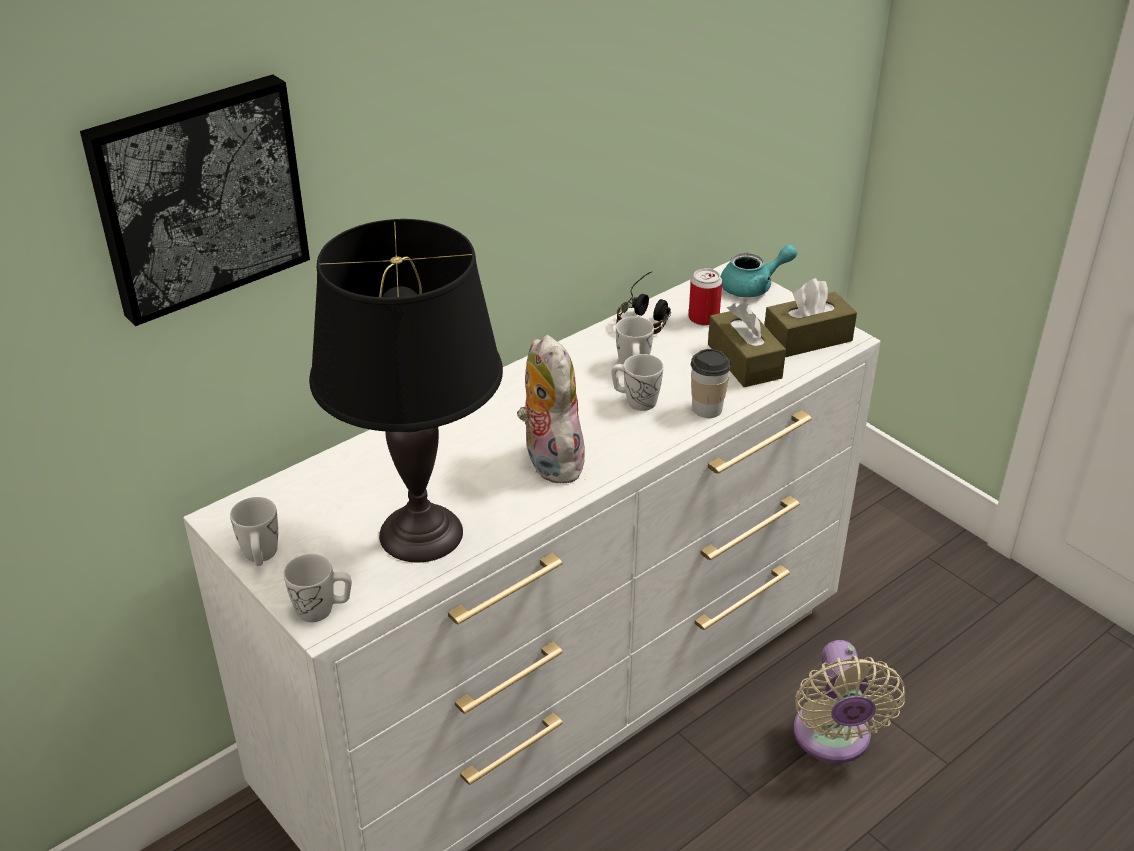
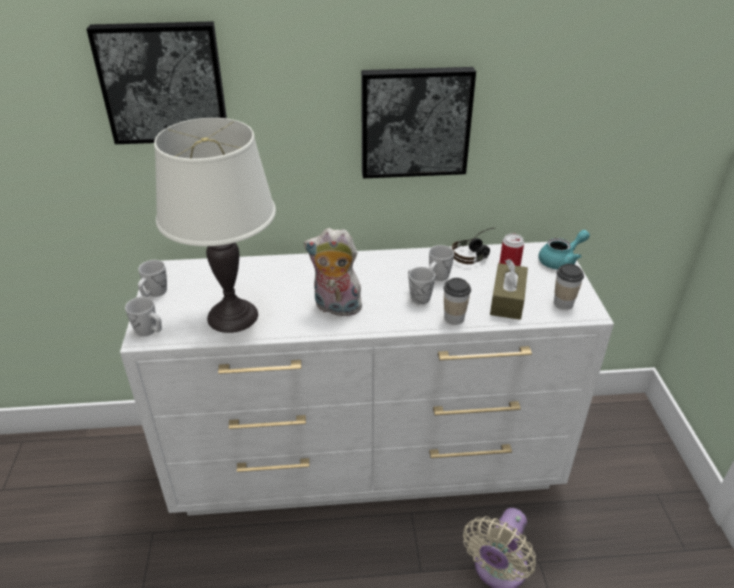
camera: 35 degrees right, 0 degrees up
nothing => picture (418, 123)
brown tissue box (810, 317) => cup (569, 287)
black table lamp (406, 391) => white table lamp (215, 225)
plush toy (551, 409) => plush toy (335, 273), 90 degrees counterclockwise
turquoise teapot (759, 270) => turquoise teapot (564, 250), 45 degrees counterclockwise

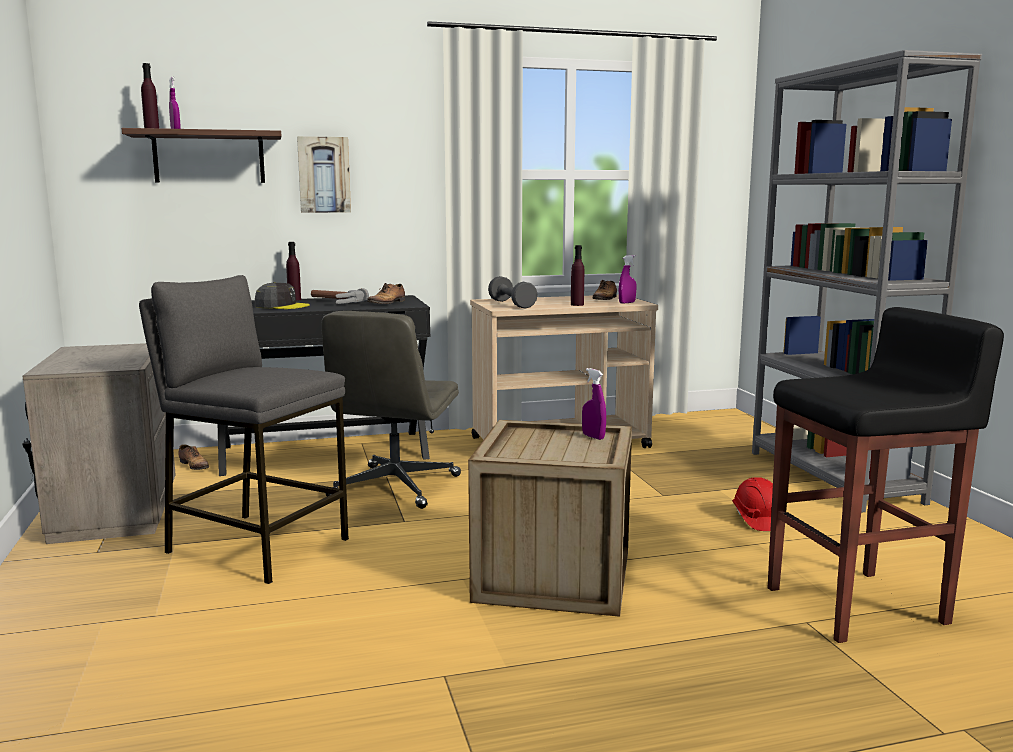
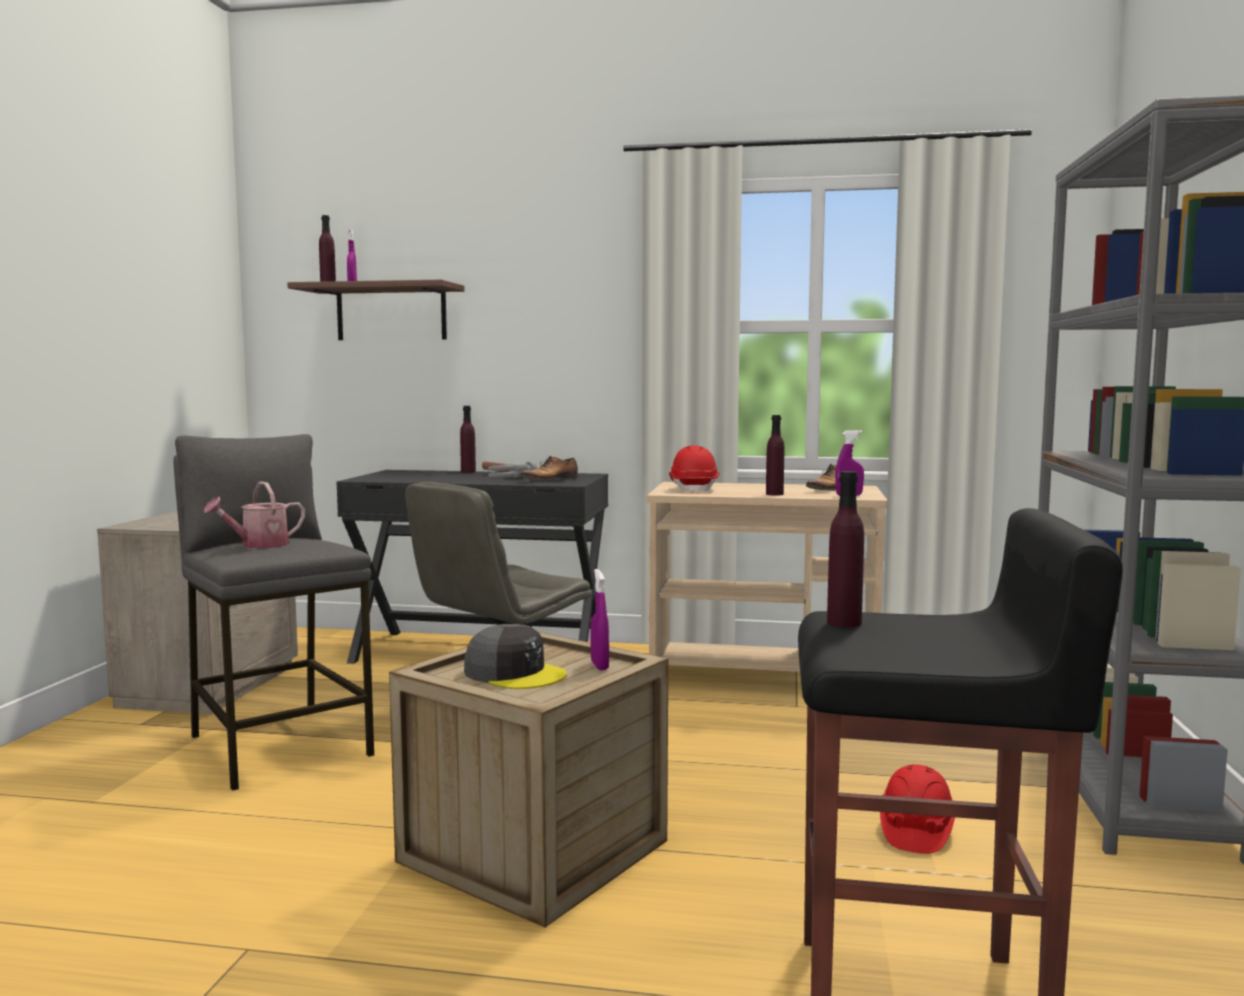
camera: 25 degrees right, 5 degrees down
shoe (194, 457) => nothing
picture (324, 174) => nothing
nothing => watering can (254, 515)
nothing => purple bottle (845, 549)
grey cap (282, 295) => grey cap (515, 656), relocated
grey dumbbell (513, 292) => red hard hat (694, 469)

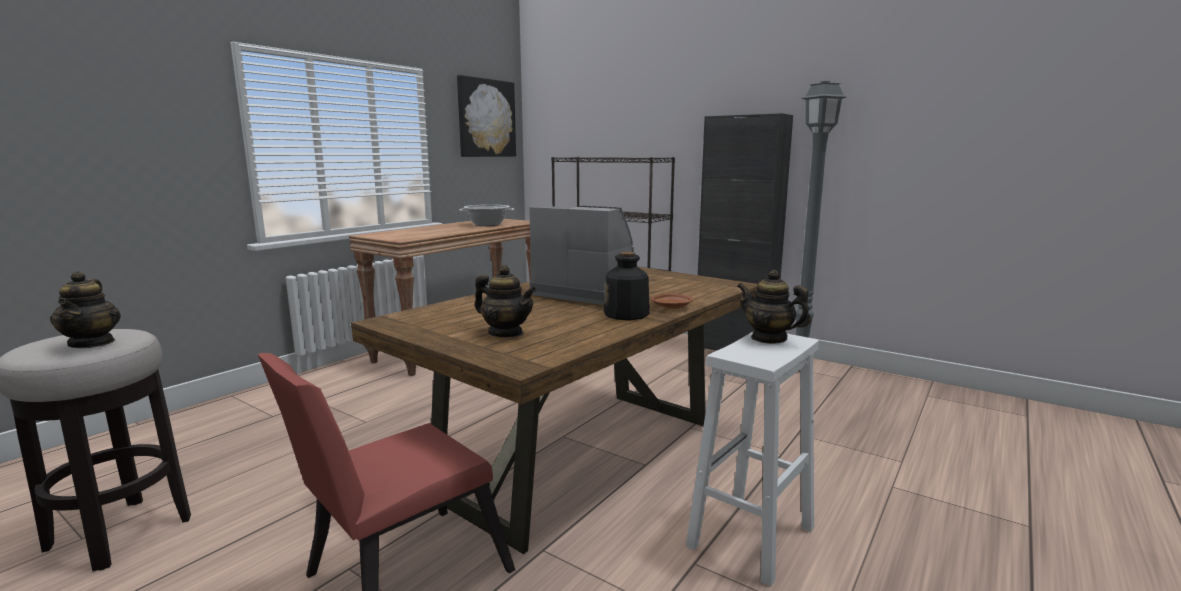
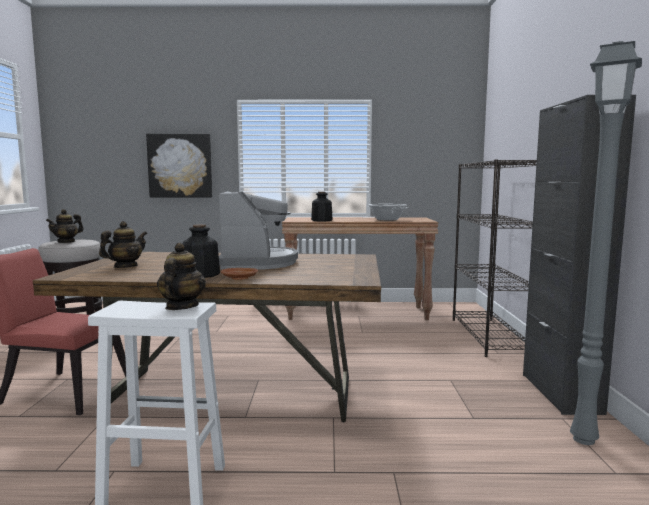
camera: 55 degrees right, 5 degrees down
nothing => bottle (322, 206)
picture (486, 116) => picture (179, 166), relocated
teapot (505, 301) => teapot (123, 244), 135 degrees counterclockwise

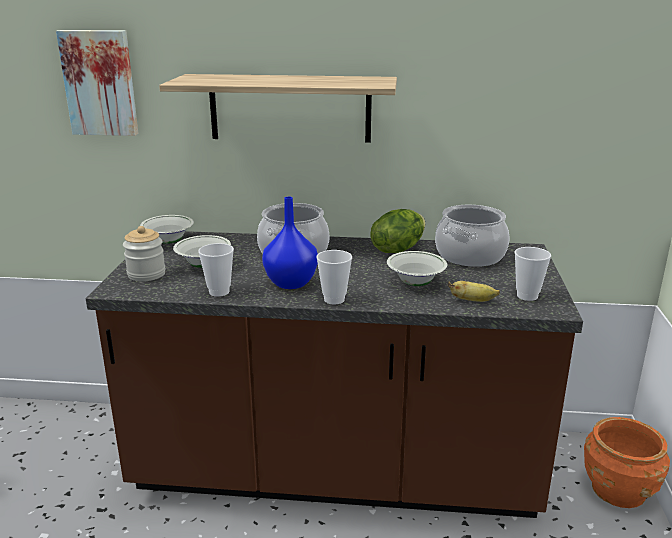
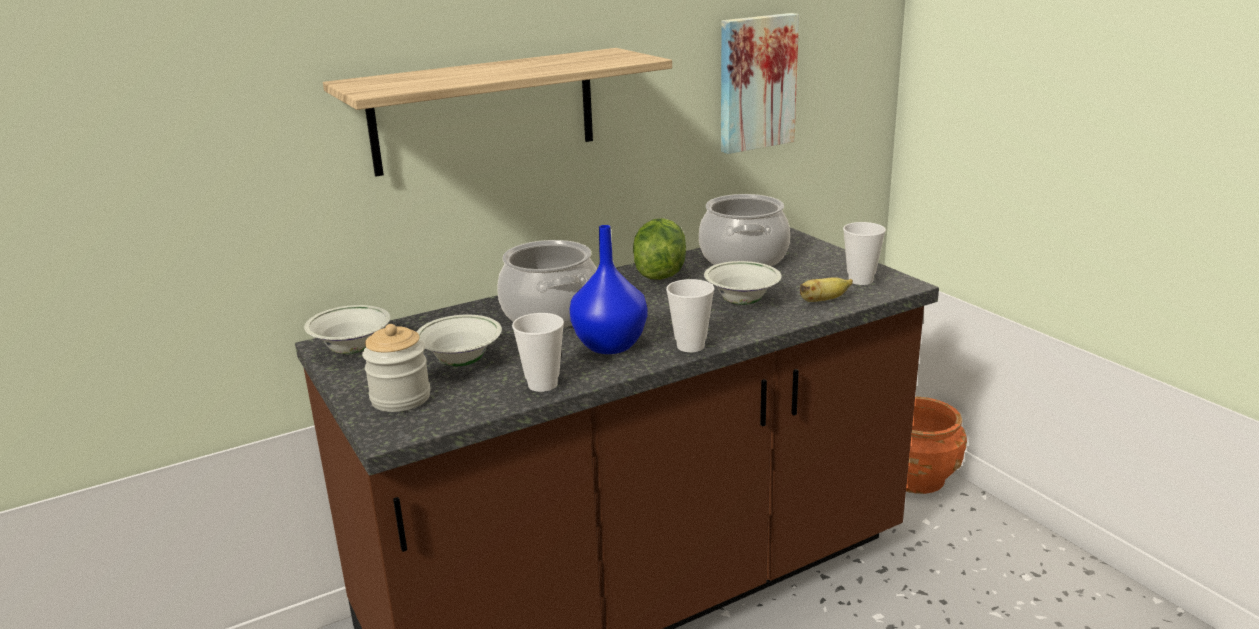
camera: 35 degrees left, 0 degrees up
picture (97, 83) => picture (760, 83), relocated

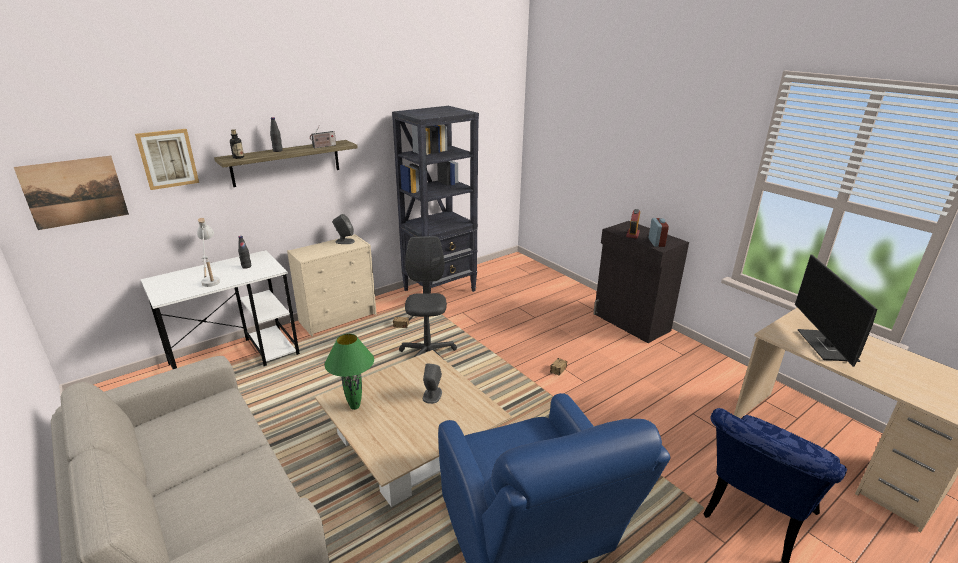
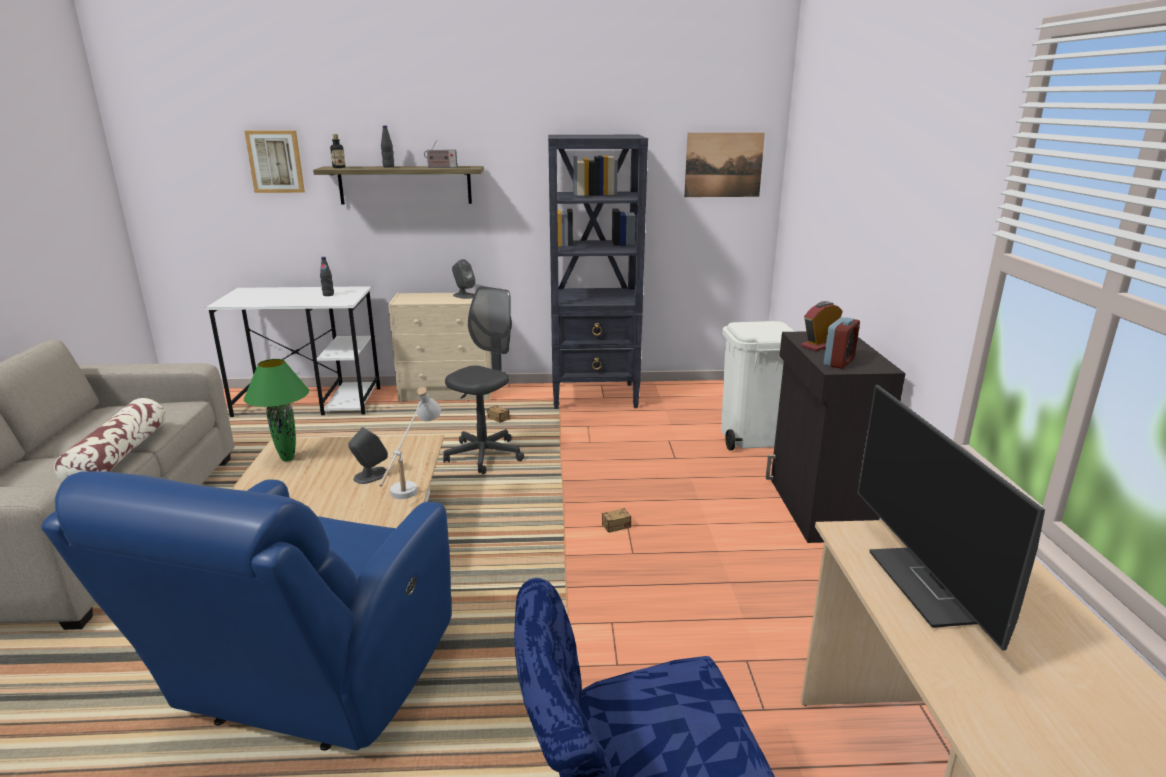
camera: 35 degrees right, 5 degrees down
nothing => pillow (110, 440)
nothing => white trash can (758, 385)
picture (71, 193) => picture (724, 165), relocated
white table lamp (208, 252) => white table lamp (410, 443), relocated
monitor (836, 310) => monitor (951, 518), 45 degrees counterclockwise

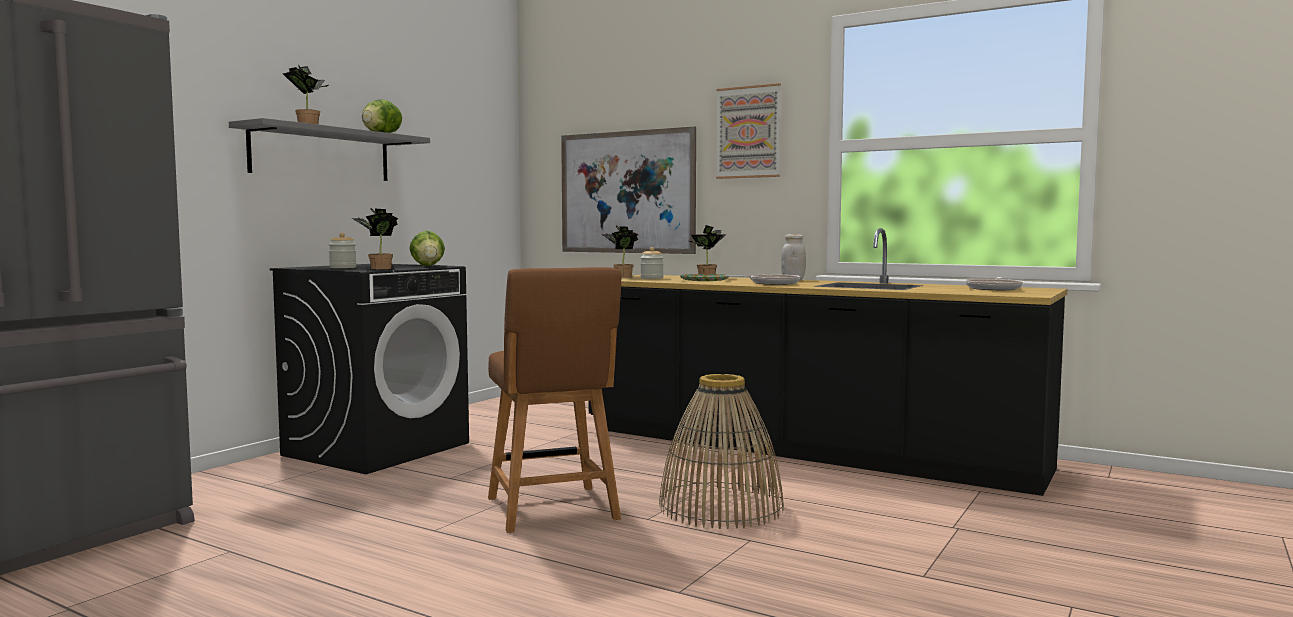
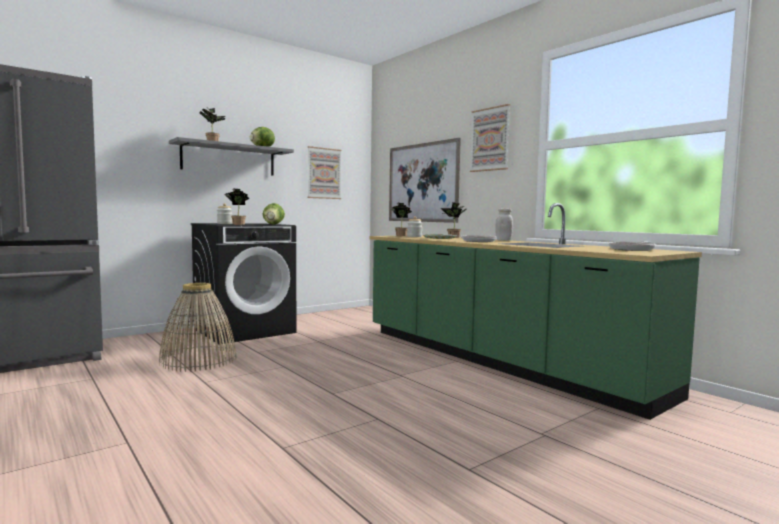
camera: 20 degrees right, 0 degrees up
brown chair (554, 400) => nothing
nothing => picture (325, 172)
basket (721, 451) => basket (197, 327), relocated
black counter (828, 362) => green counter (535, 311)

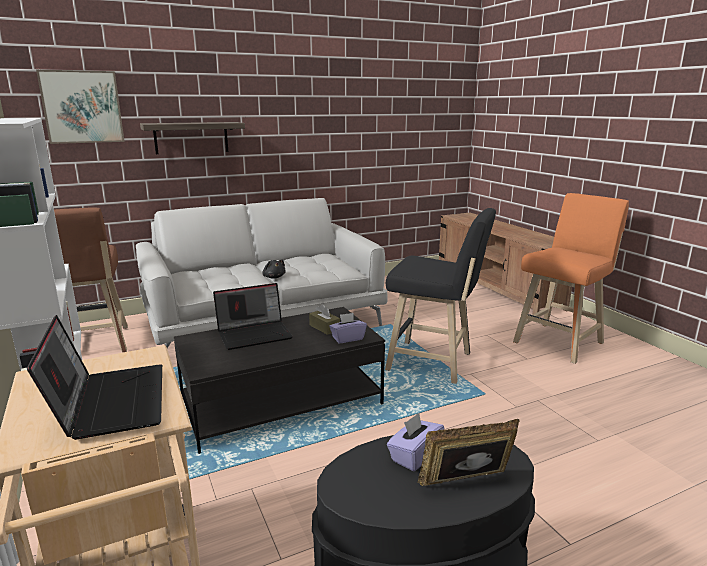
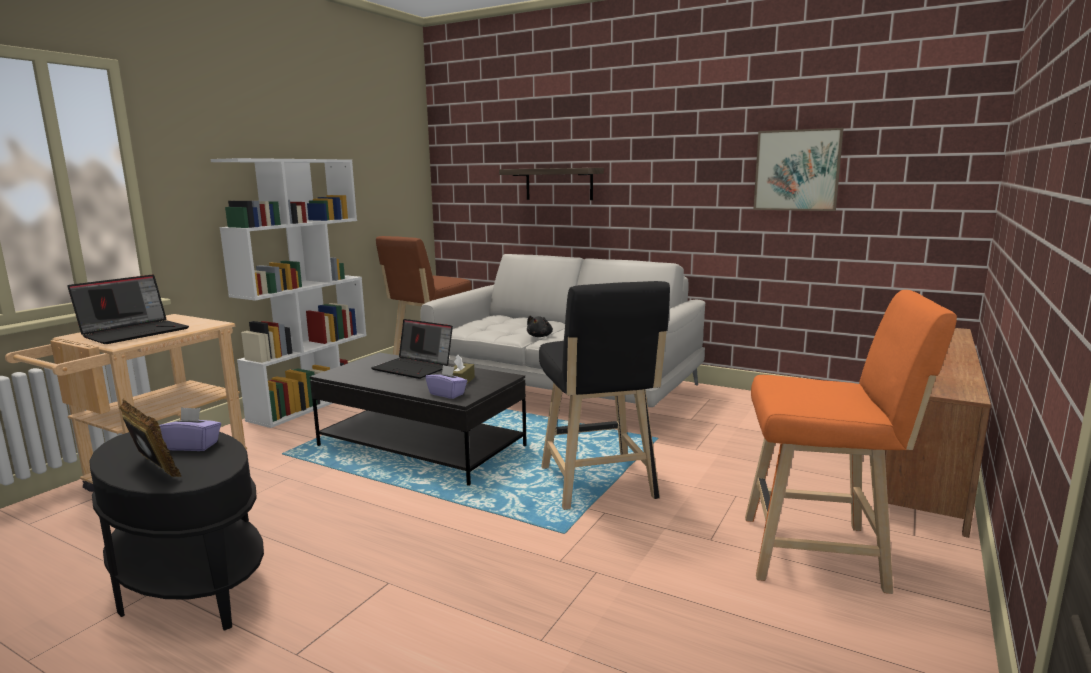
camera: 55 degrees right, 5 degrees down
picture (80, 107) => picture (798, 169), relocated

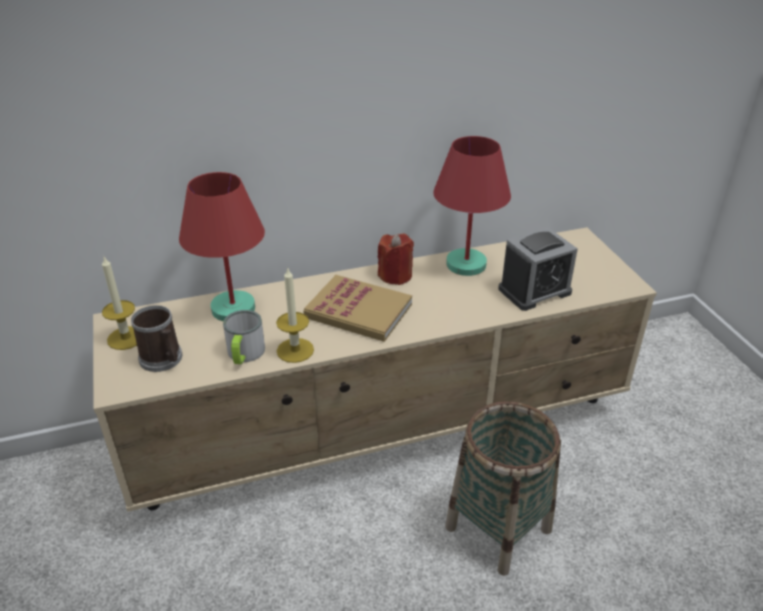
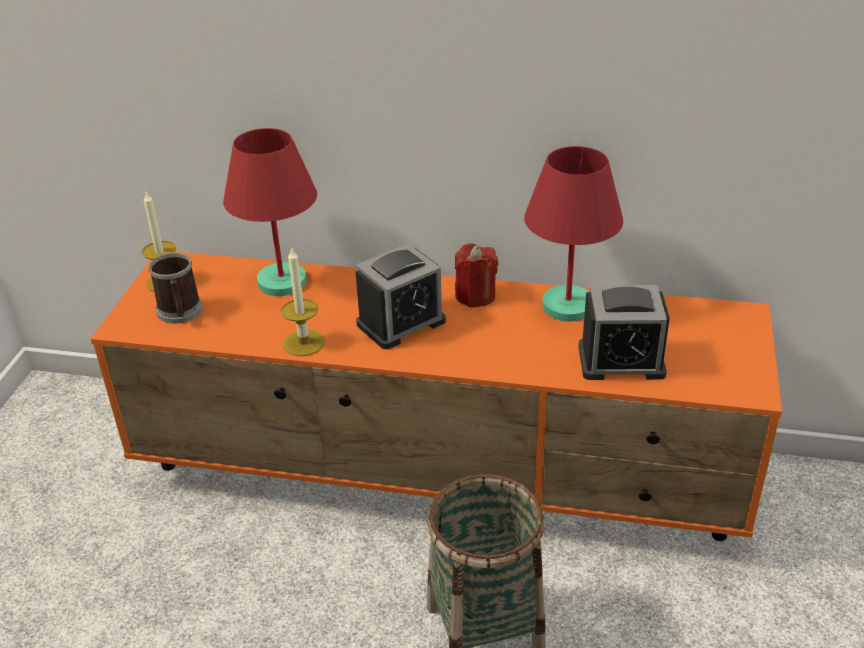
camera: 30 degrees right, 0 degrees up
mug (244, 337) => nothing
book (357, 308) => alarm clock (401, 296)
beige tv stand (375, 369) => orange tv stand (436, 396)

